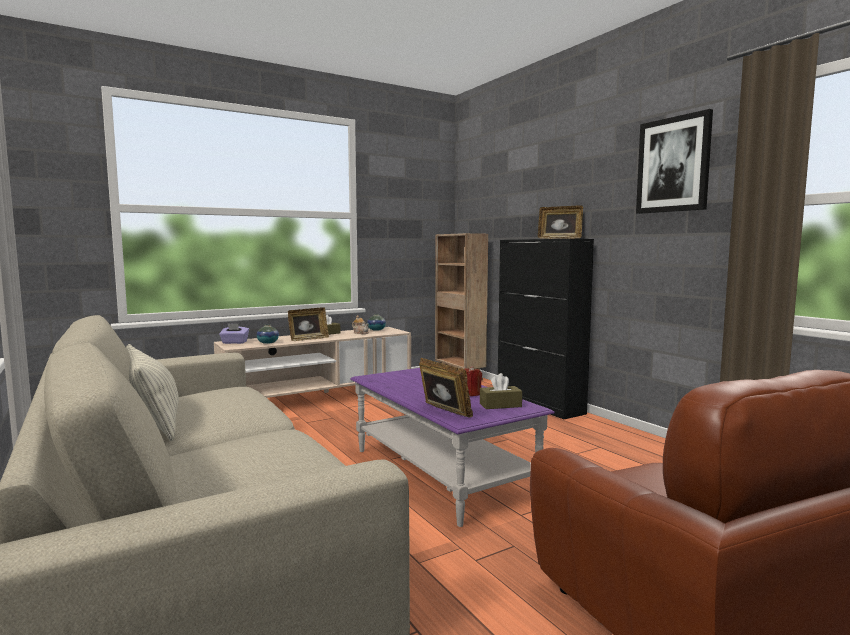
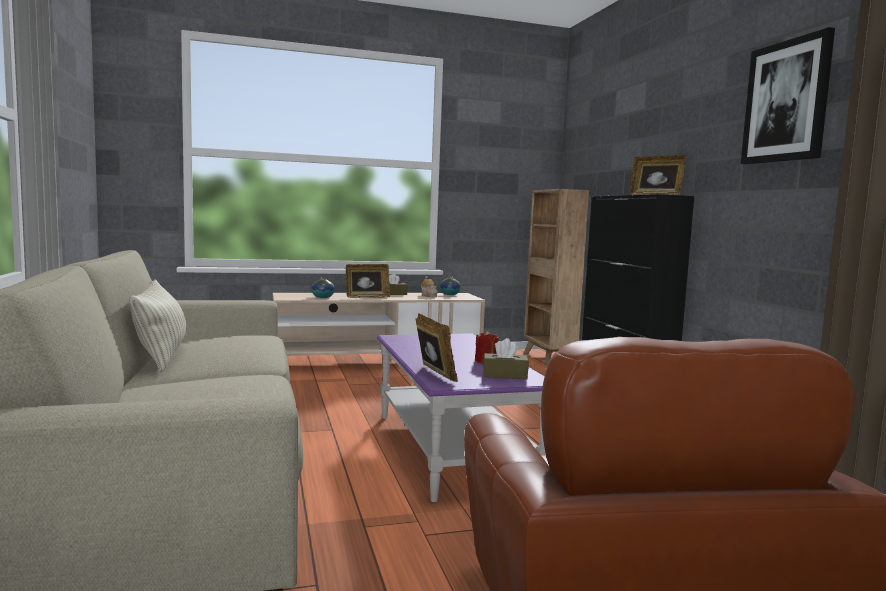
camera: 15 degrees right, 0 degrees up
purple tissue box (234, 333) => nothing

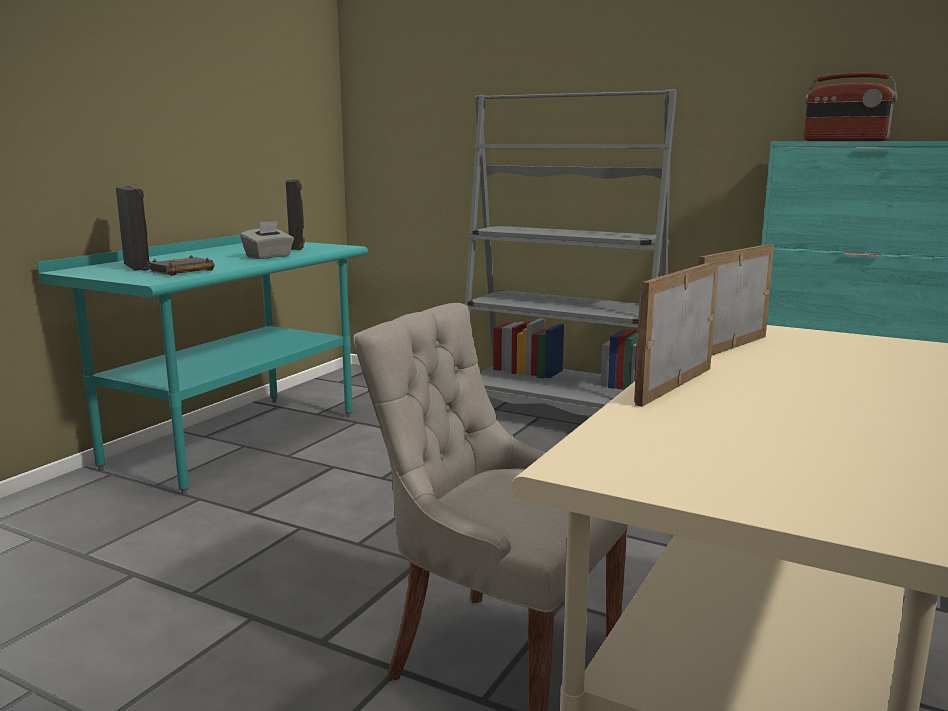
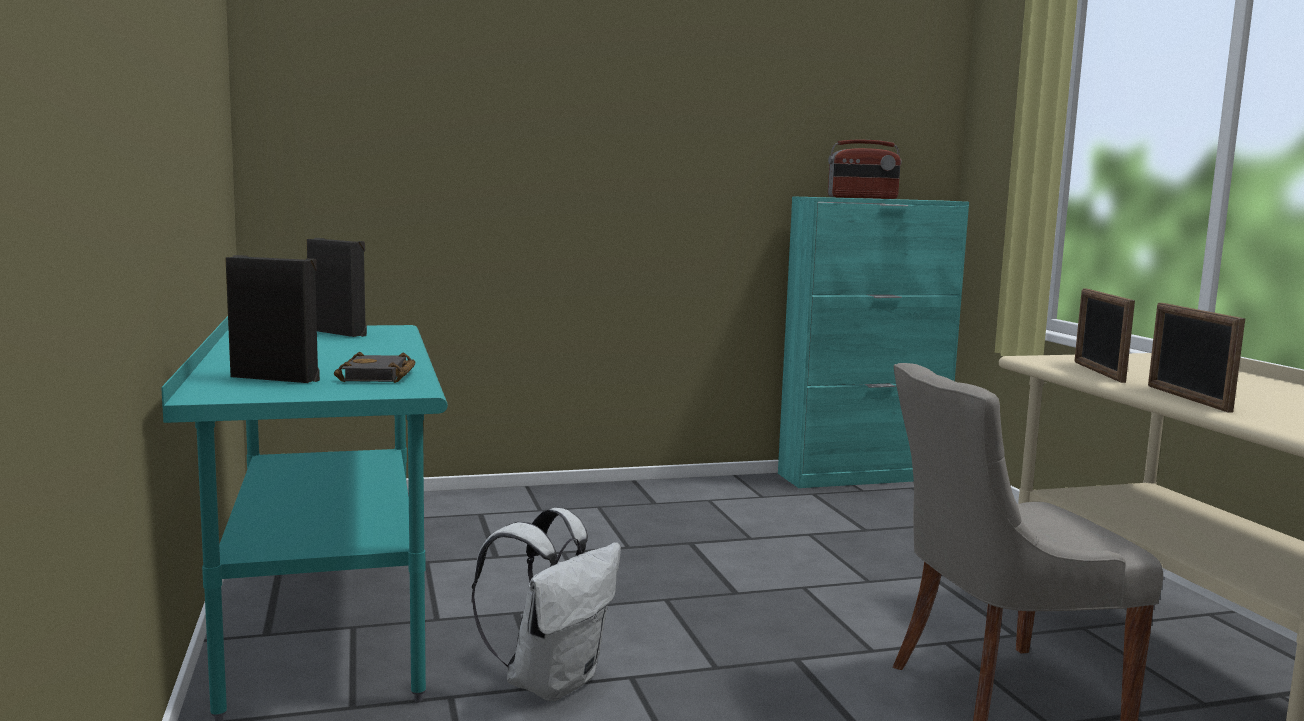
camera: 45 degrees left, 5 degrees down
grey tissue box (267, 240) => nothing
grey bookcase (571, 252) => nothing
nothing => white backpack (546, 604)

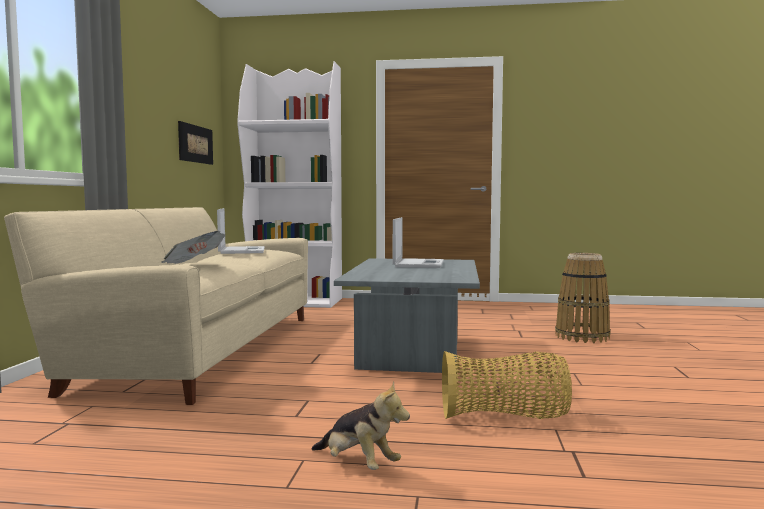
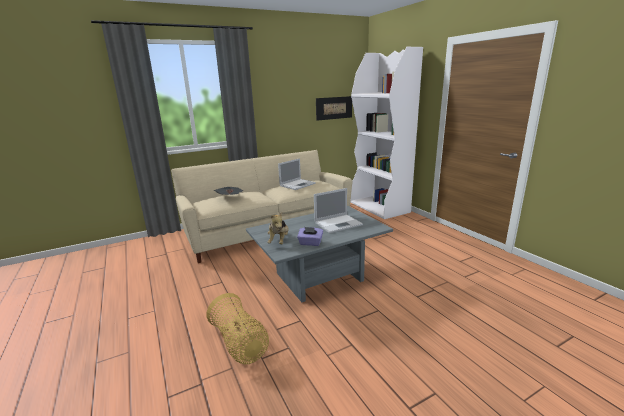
camera: 55 degrees right, 15 degrees up
basket (582, 298) => nothing
nothing => purple tissue box (310, 236)
plush toy (360, 425) => plush toy (278, 228), relocated

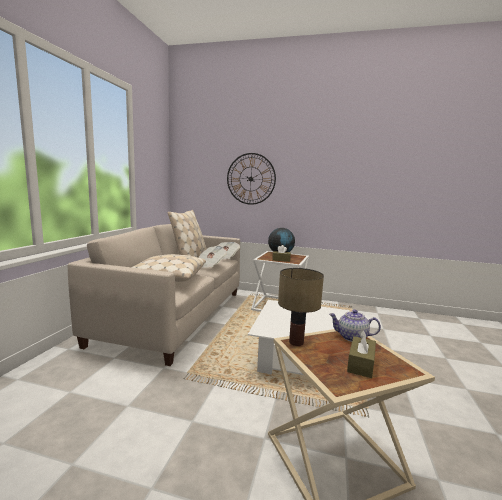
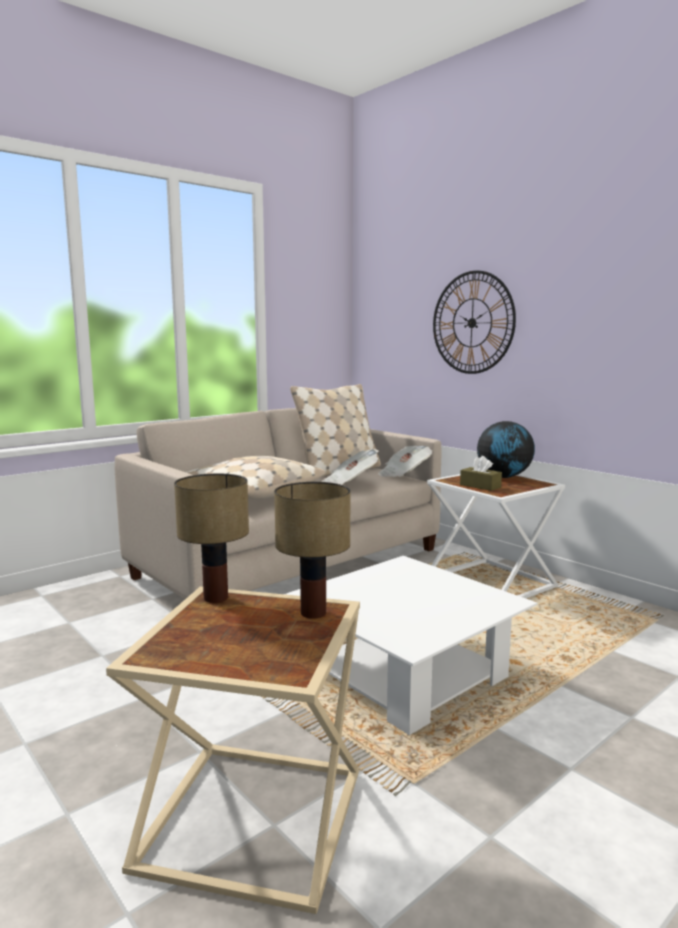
camera: 35 degrees right, 0 degrees up
brown tissue box (361, 354) => nothing
teapot (355, 325) => table lamp (312, 550)

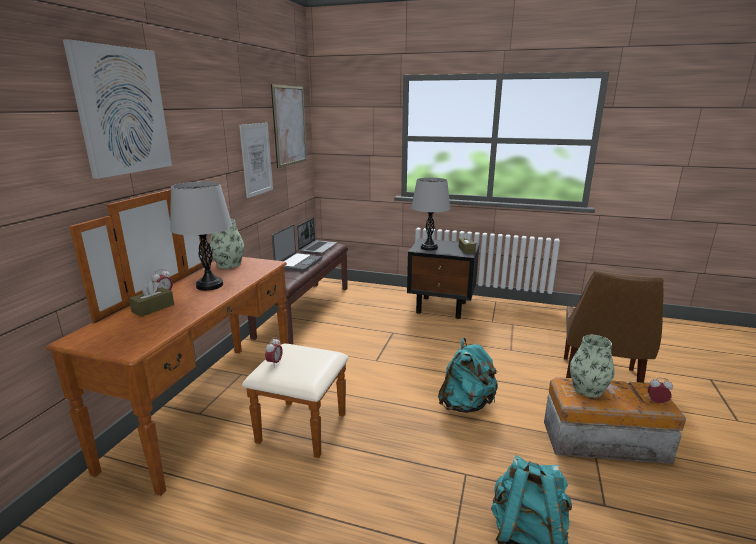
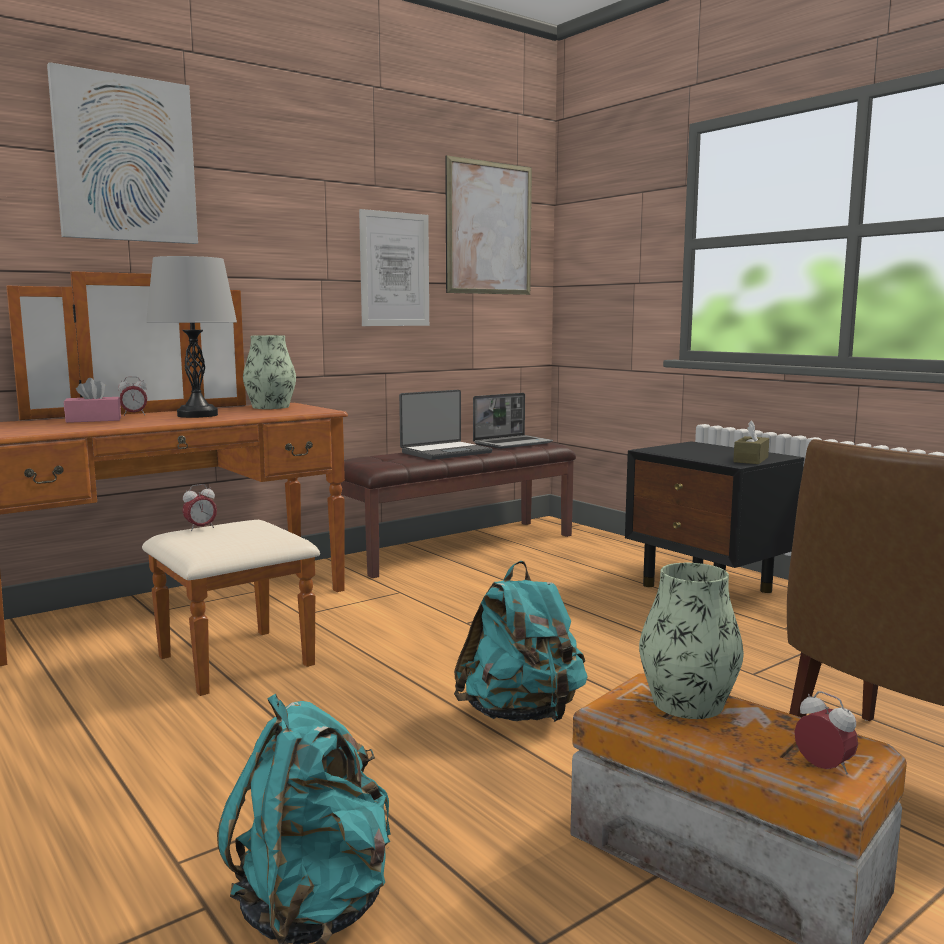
camera: 35 degrees right, 10 degrees down
grey table lamp (430, 214) => nothing
brown tissue box (151, 299) => pink tissue box (92, 400)

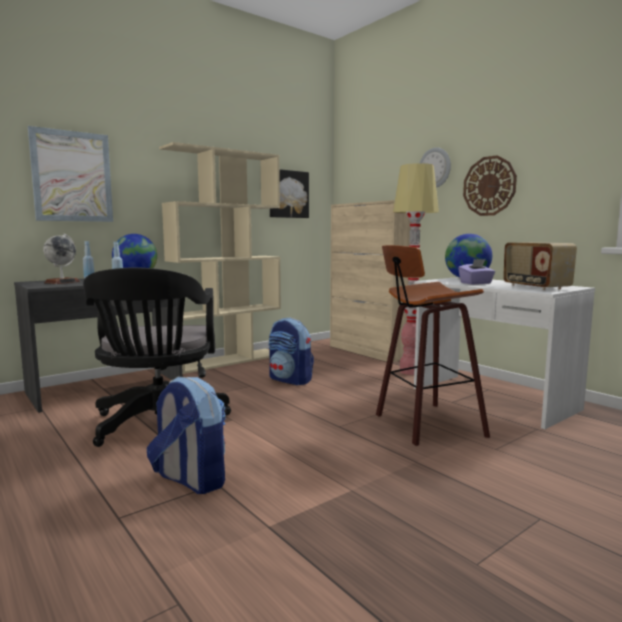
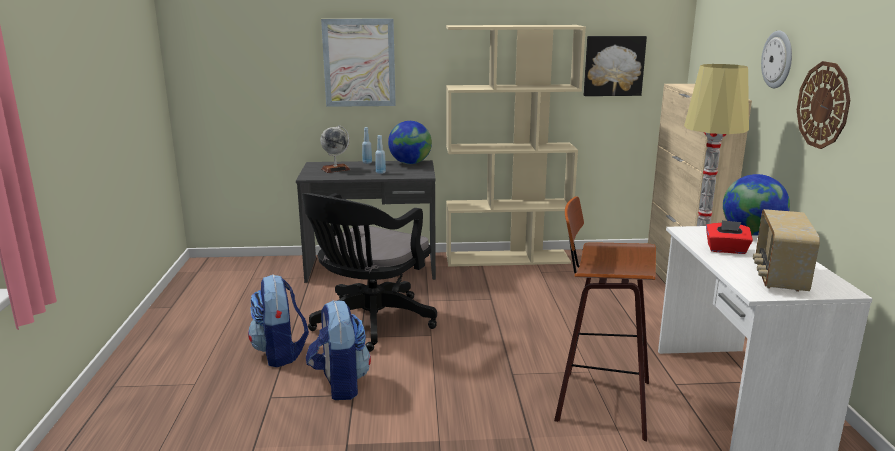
camera: 35 degrees right, 10 degrees up
backpack (291, 351) => backpack (278, 320), relocated
purple tissue box (476, 271) => red tissue box (729, 237)

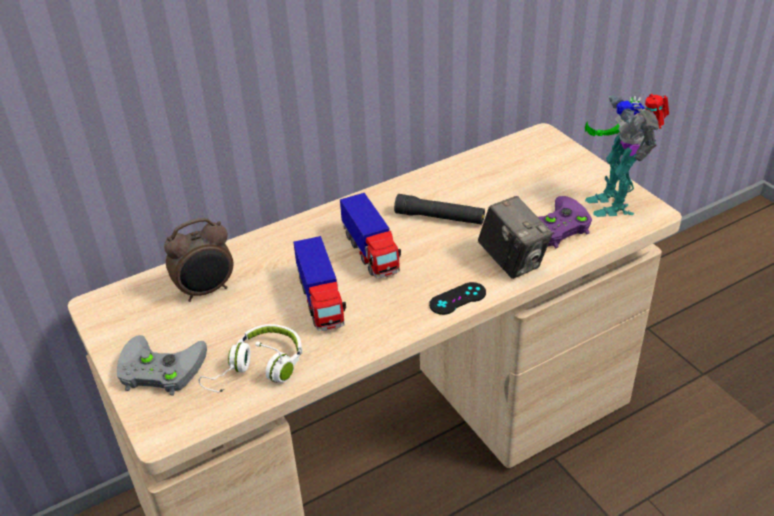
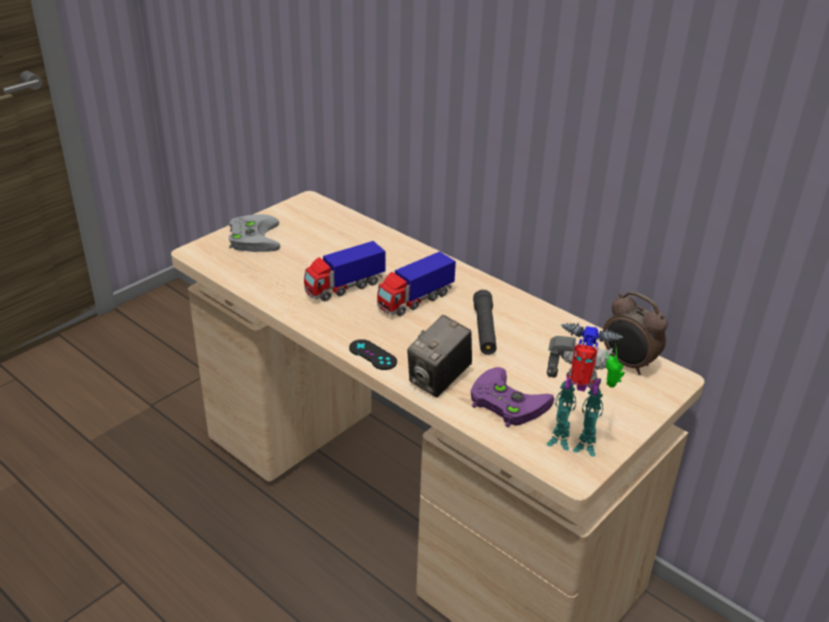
camera: 70 degrees right, 5 degrees down
white headphones (250, 358) => nothing
alarm clock (198, 260) => alarm clock (635, 333), relocated
toy robot (627, 155) => toy robot (586, 390), 45 degrees clockwise

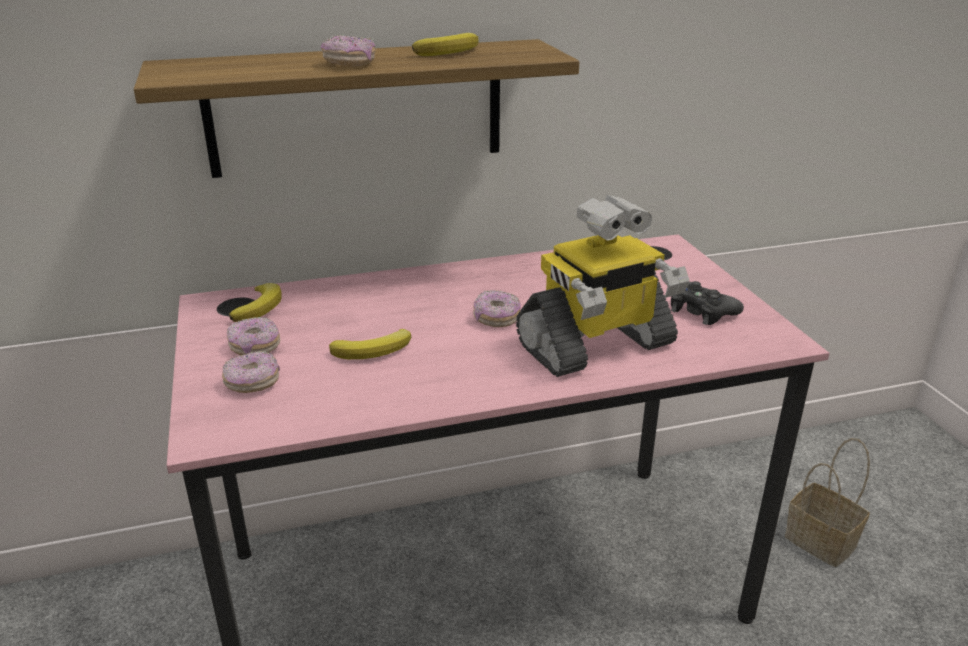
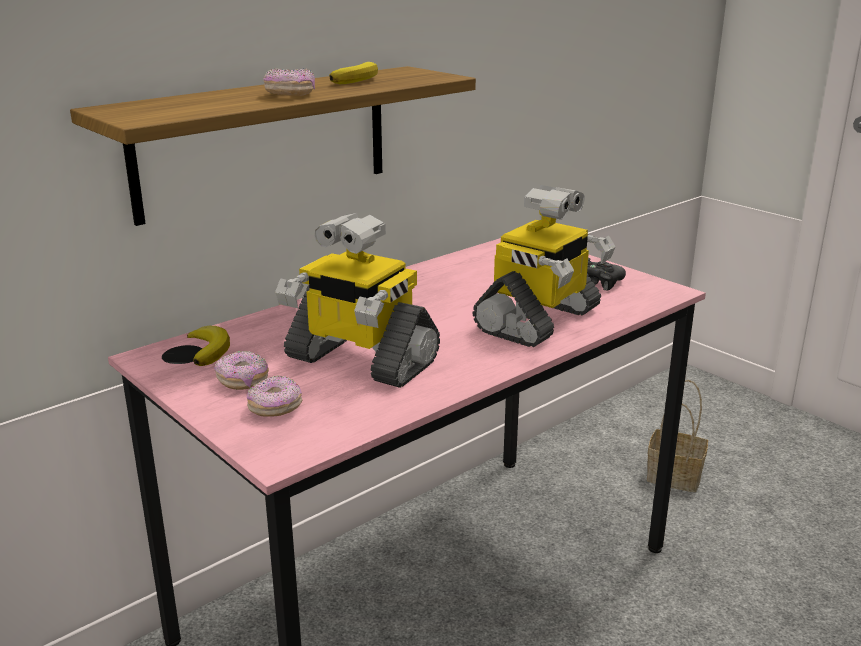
camera: 25 degrees left, 5 degrees down
donut (497, 308) => nothing
banana (370, 344) => toy robot (357, 300)

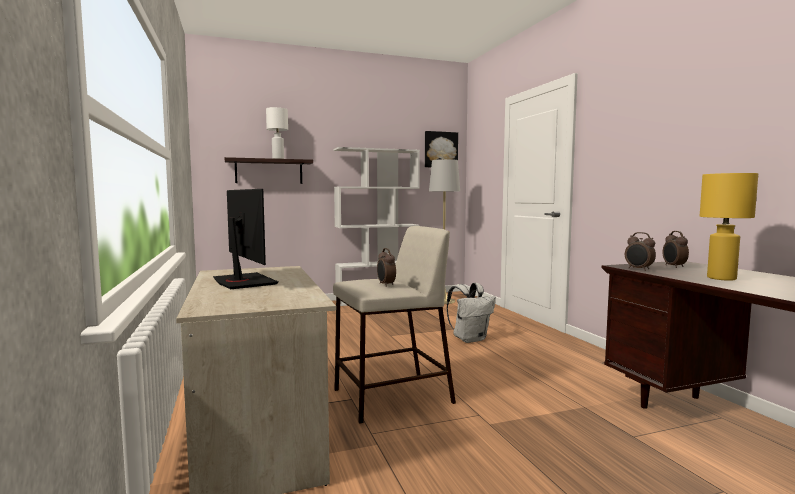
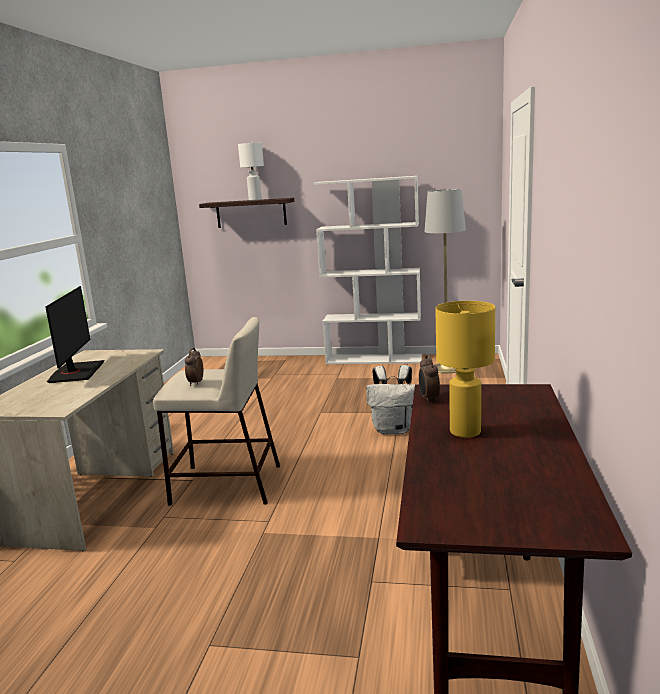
camera: 30 degrees right, 10 degrees up
picture (441, 149) => nothing
alarm clock (675, 249) => nothing

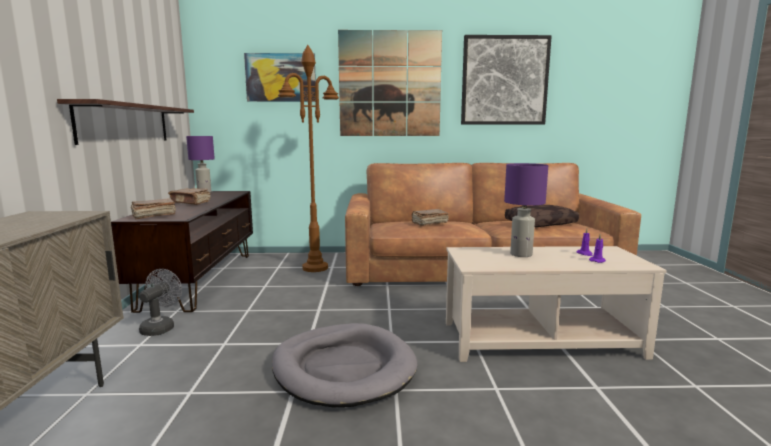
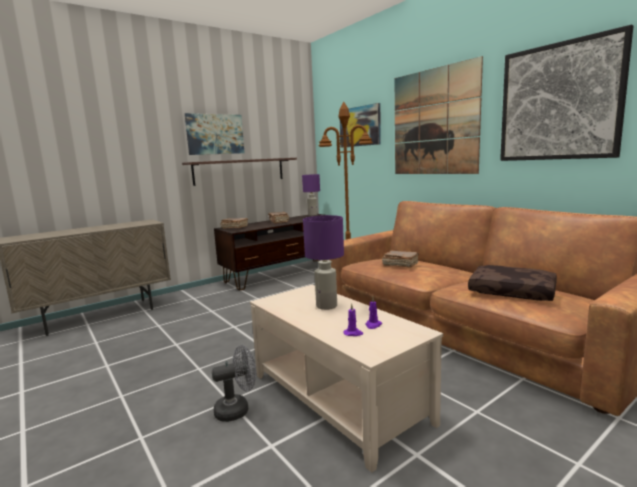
camera: 55 degrees right, 0 degrees up
grey dog bed (344, 365) => nothing
nothing => picture (215, 134)
grey fan (160, 302) => grey fan (234, 383), relocated

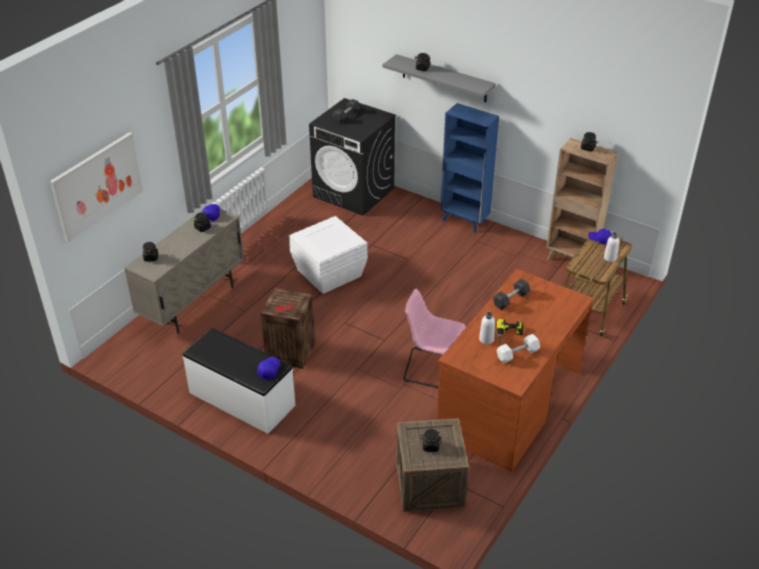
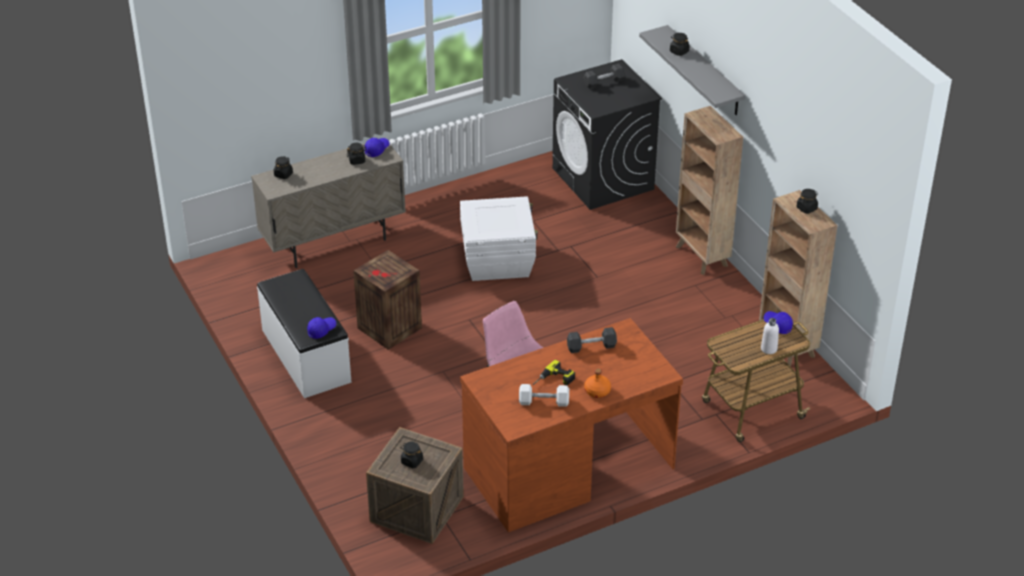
camera: 30 degrees right, 0 degrees up
picture (96, 187) => nothing
white bottle (487, 328) => nothing
nothing => orange bottle (597, 383)
blue bookcase (470, 168) => brown bookcase (709, 190)

